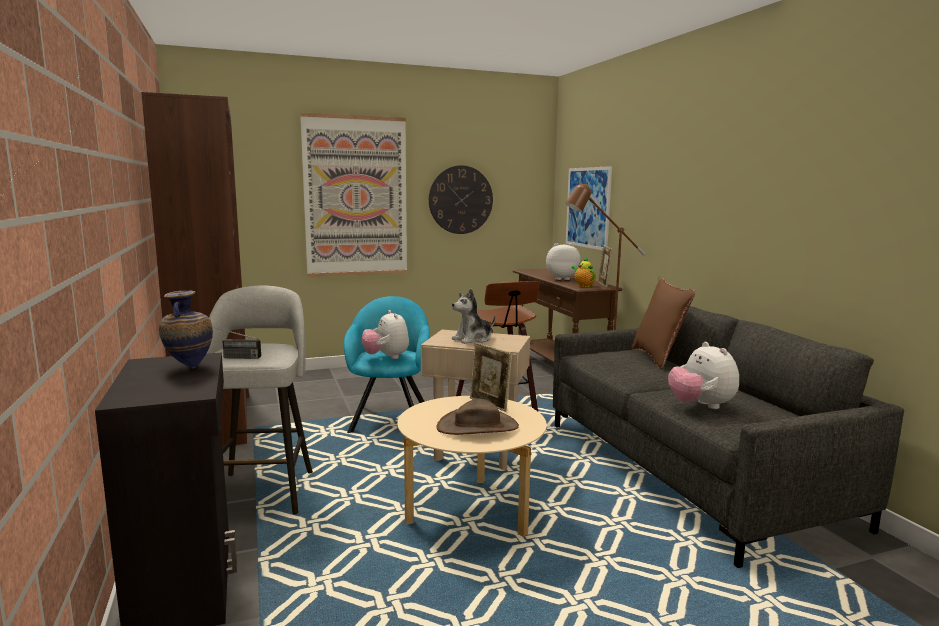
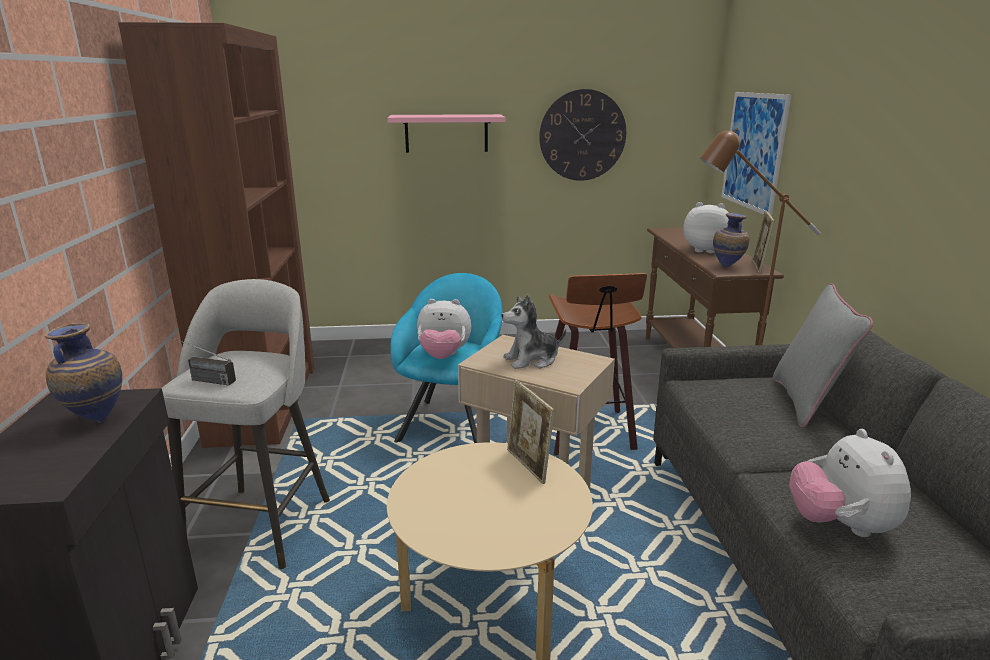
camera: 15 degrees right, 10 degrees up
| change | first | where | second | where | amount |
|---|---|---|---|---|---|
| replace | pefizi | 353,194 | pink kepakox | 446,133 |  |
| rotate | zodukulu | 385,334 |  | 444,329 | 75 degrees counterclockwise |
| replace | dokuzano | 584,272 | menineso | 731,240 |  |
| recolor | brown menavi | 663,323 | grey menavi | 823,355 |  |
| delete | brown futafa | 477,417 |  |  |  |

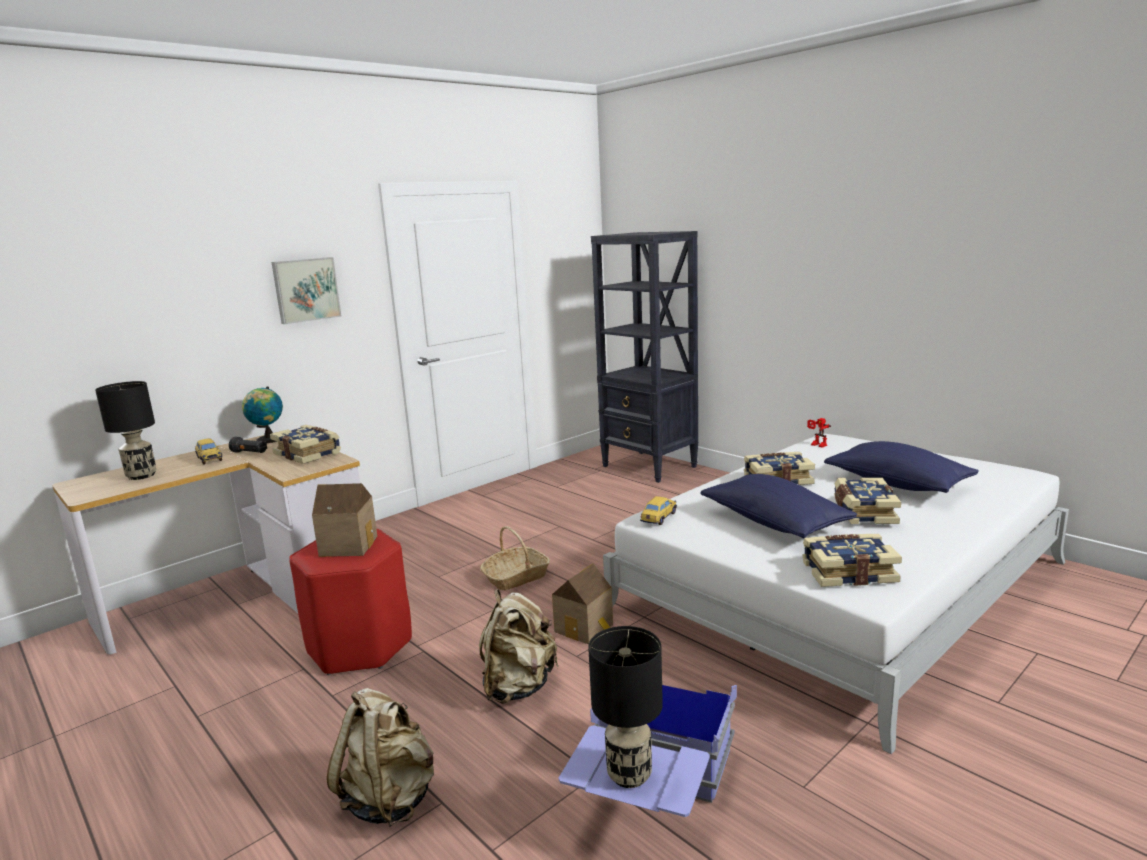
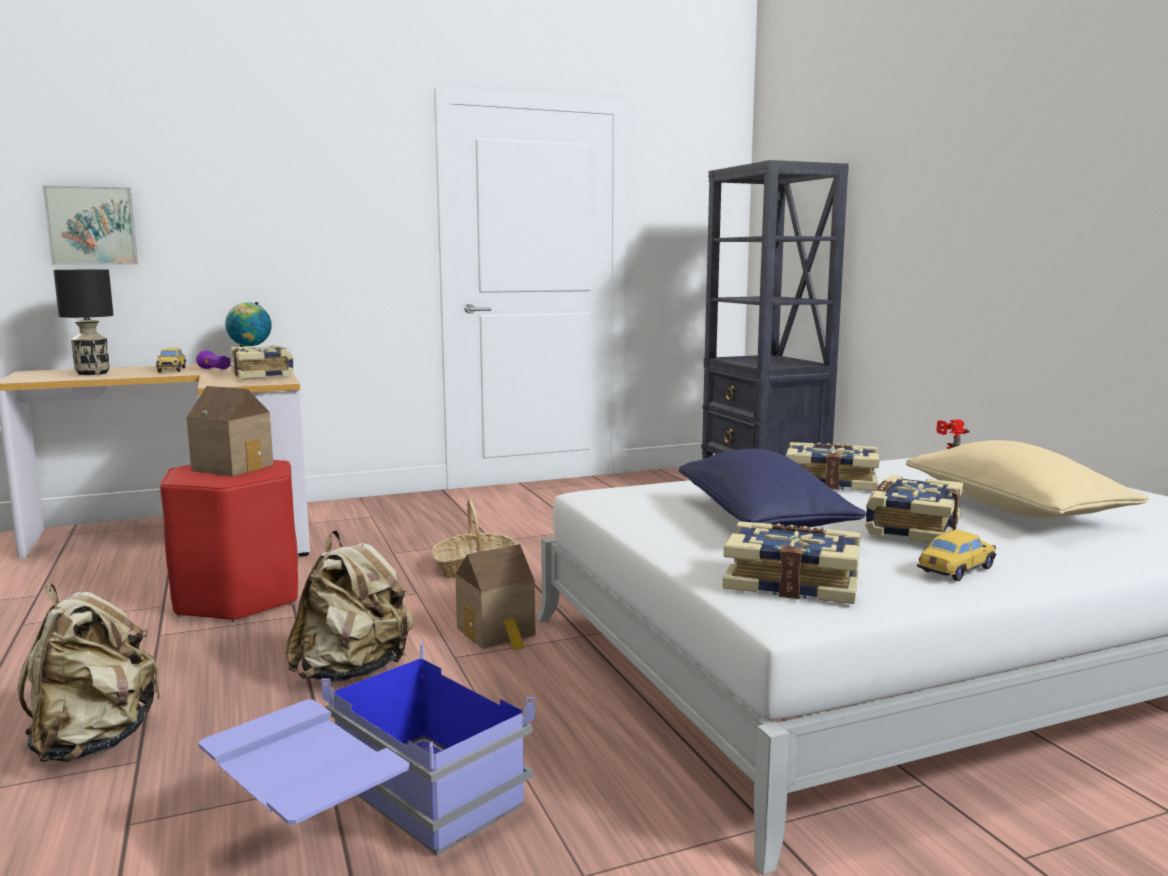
camera: 20 degrees right, 5 degrees down
| change | first | where | second | where | amount |
|---|---|---|---|---|---|
| move | pefizi | 307,290 |  | 90,225 |  |
| recolor | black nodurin | 248,445 | purple nodurin | 213,360 |  |
| recolor | blue menavi | 901,467 | beige menavi | 1027,479 |  |
| move | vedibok | 658,510 |  | 956,555 |  |
| delete | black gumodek | 625,707 |  |  |  |

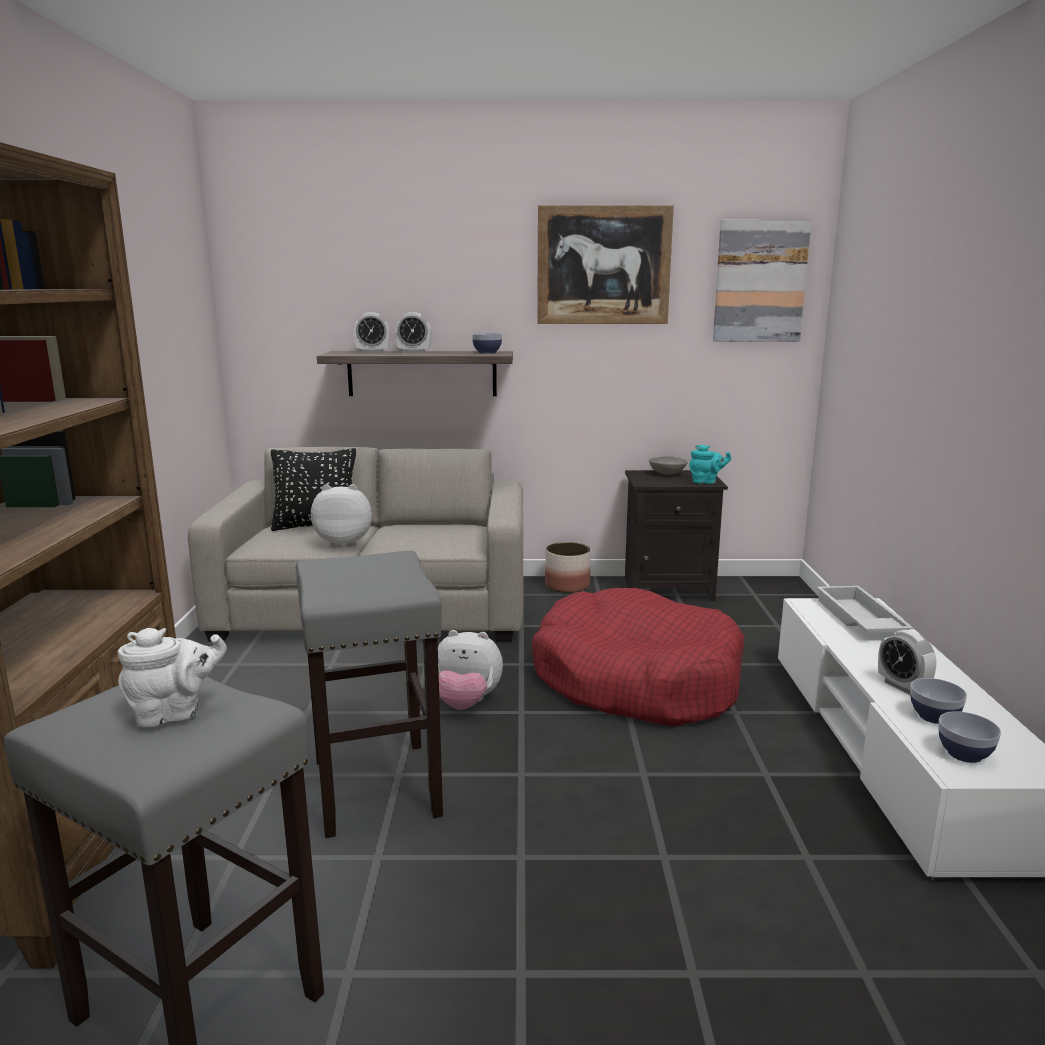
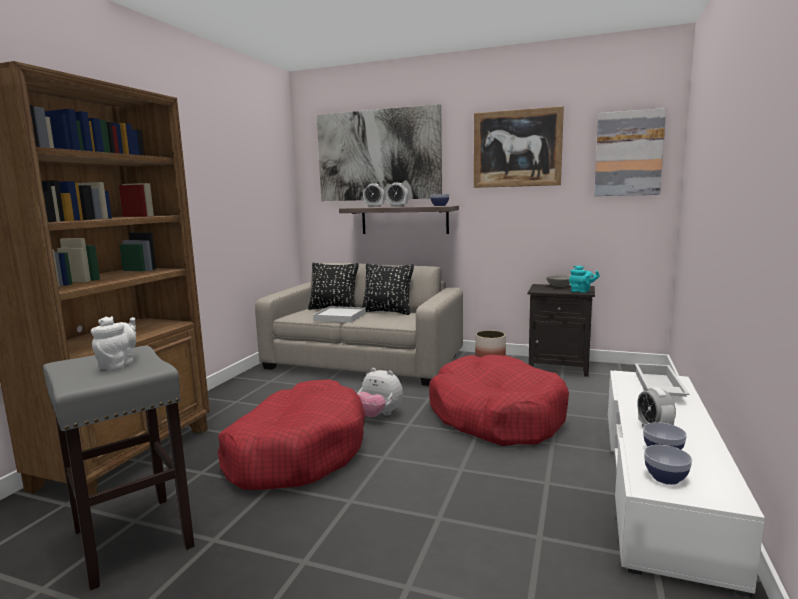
camera: 20 degrees right, 5 degrees down
| change | first | where | second | where | amount |
|---|---|---|---|---|---|
| rotate | white dokuzano | 172,677 |  | 113,343 | 75 degrees counterclockwise |
| replace | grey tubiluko | 369,694 | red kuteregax | 291,434 |  |
| replace | zodukulu | 341,515 | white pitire | 339,314 |  |
| insert |  |  | pefizi | 379,152 |  |
| insert |  |  | black menavi | 388,289 |  |

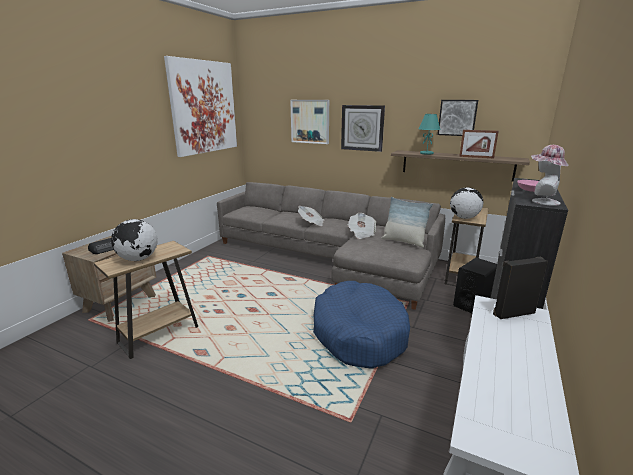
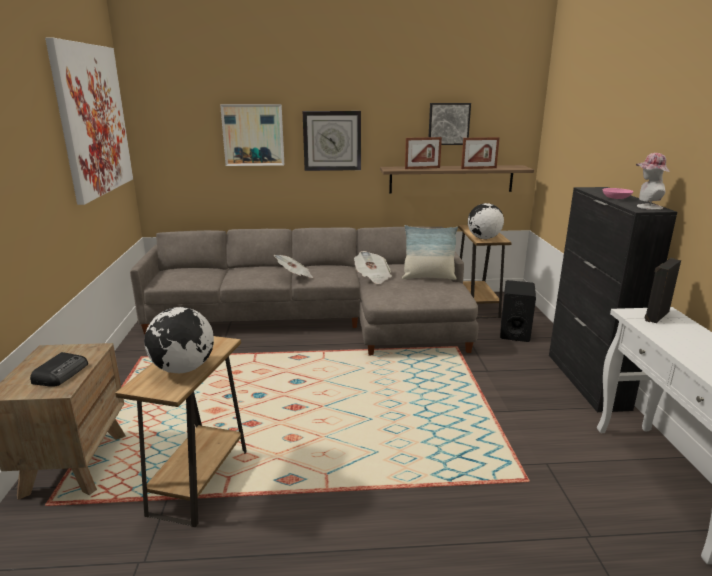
camera: 30 degrees left, 0 degrees up
| change | first | where | second | where | amount |
|---|---|---|---|---|---|
| replace | turquoise gumodek | 430,134 | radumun | 423,153 |  |
| delete | blue kuteregax | 361,325 |  |  |  |

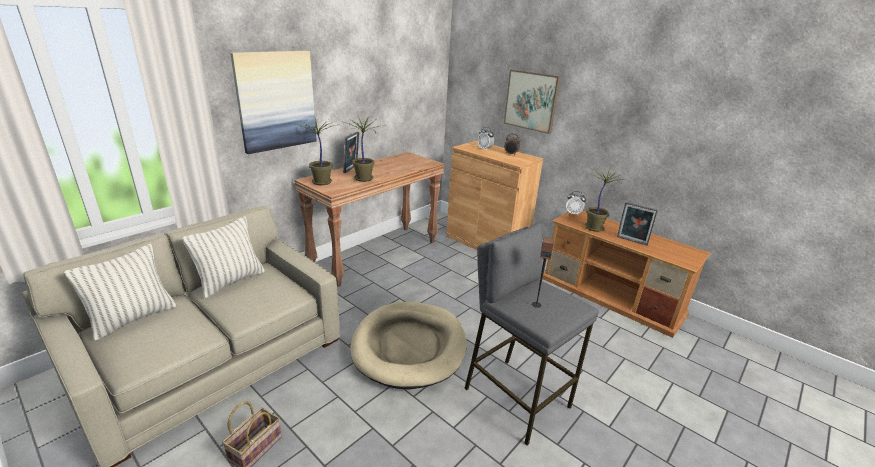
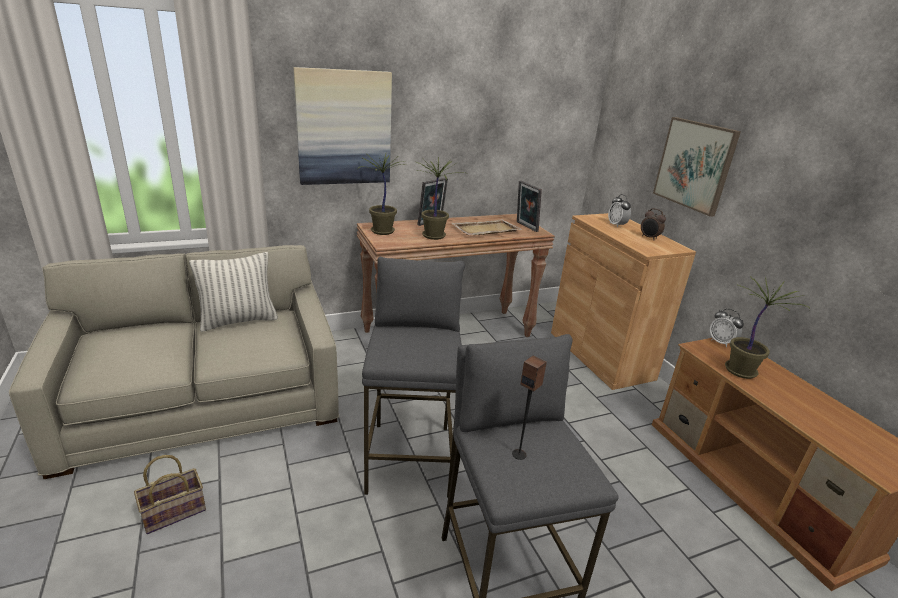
camera: 25 degrees right, 0 degrees up
| change | first | where | second | where | amount |
|---|---|---|---|---|---|
| replace | beige kuteregax | 408,346 | grey tubiluko | 413,377 |  |
| insert |  |  | beige pitire | 487,227 |  |
| move | radumun | 637,224 |  | 529,206 |  |
| delete | menavi | 119,292 |  |  |  |

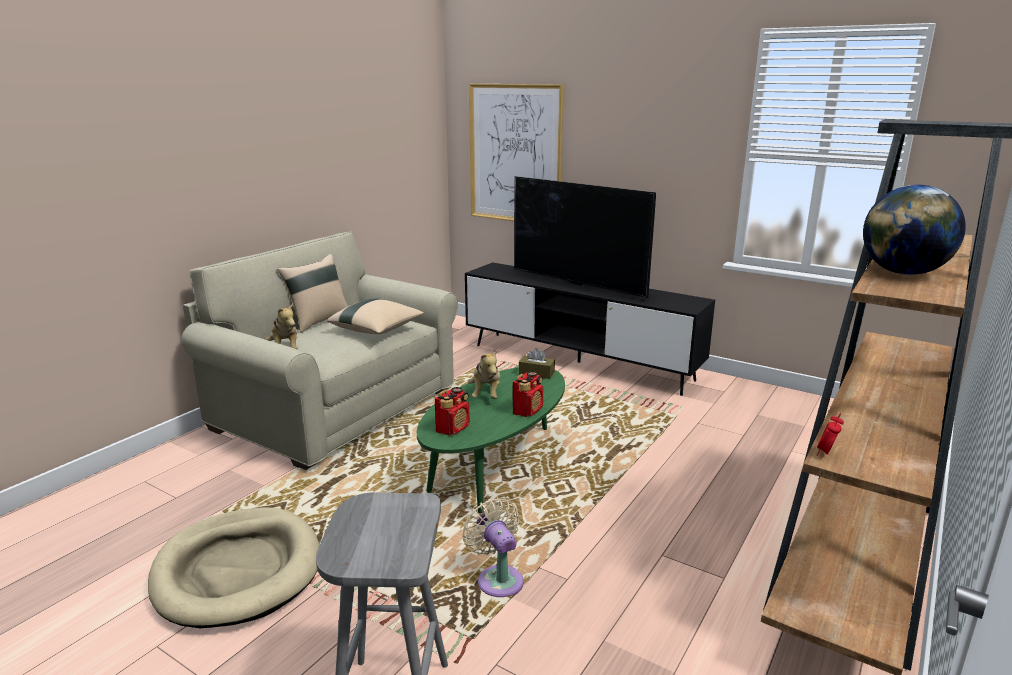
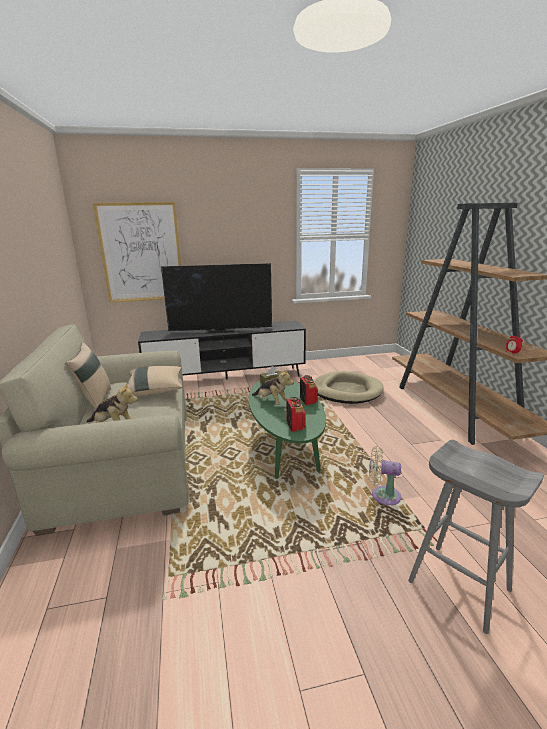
camera: 45 degrees left, 0 degrees up
| change | first | where | second | where | amount |
|---|---|---|---|---|---|
| move | beige kuteregax | 233,567 |  | 348,387 |  |
| delete | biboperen | 914,230 |  |  |  |

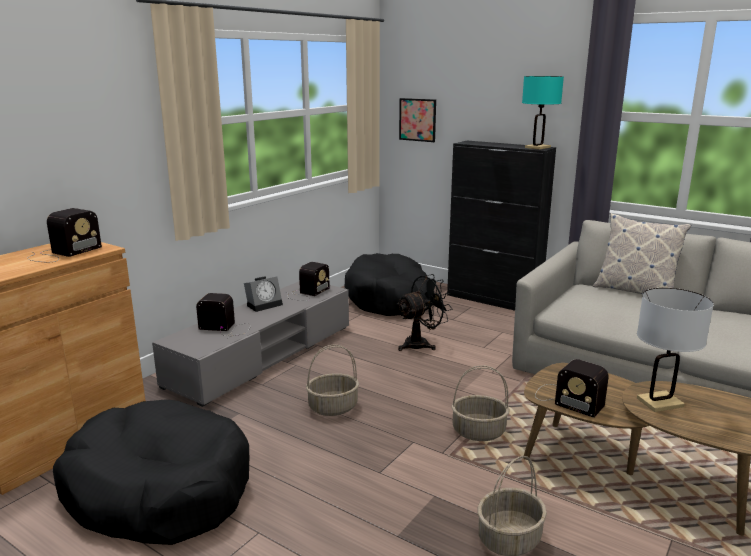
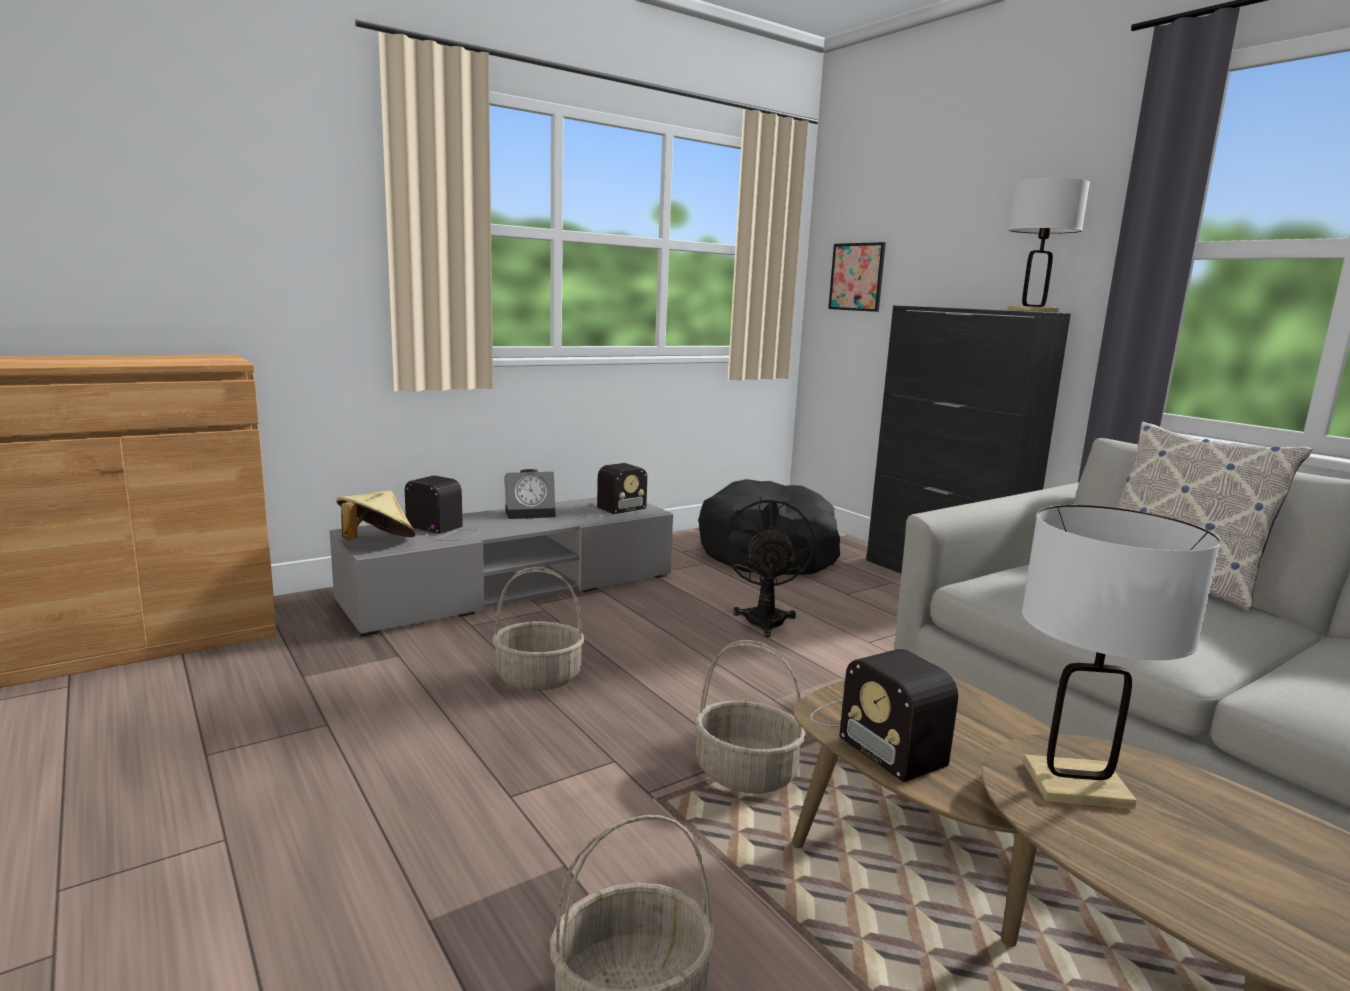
camera: 20 degrees right, 5 degrees down
| change | first | where | second | where | amount |
|---|---|---|---|---|---|
| insert |  |  | beige futafa | 376,515 |  |
| rotate | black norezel | 424,312 |  | 769,567 | 75 degrees counterclockwise |
| recolor | turquoise gumodek | 543,113 | white gumodek | 1049,245 |  |
| delete | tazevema | 64,235 |  |  |  |
| delete | black kuteregax | 151,472 |  |  |  |

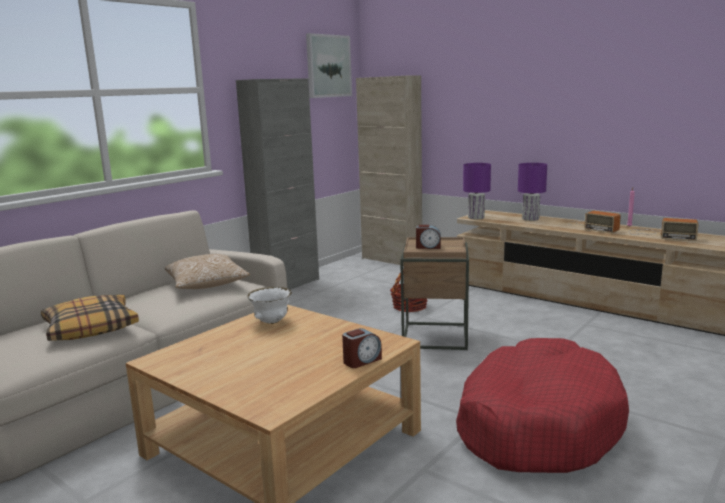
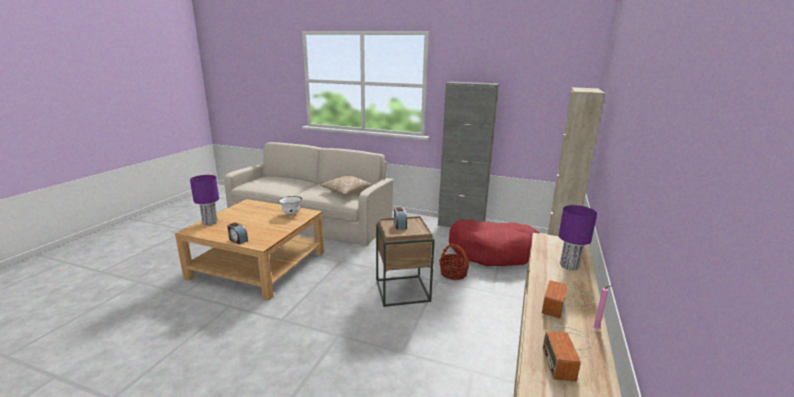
camera: 70 degrees right, 5 degrees up
| change | first | where | second | where | amount |
|---|---|---|---|---|---|
| move | purple gumodek | 477,191 |  | 204,200 |  |
| move | red kuteregax | 542,405 |  | 494,242 |  |
| delete | menavi | 90,318 |  |  |  |
| delete | pefizi | 329,65 |  |  |  |

